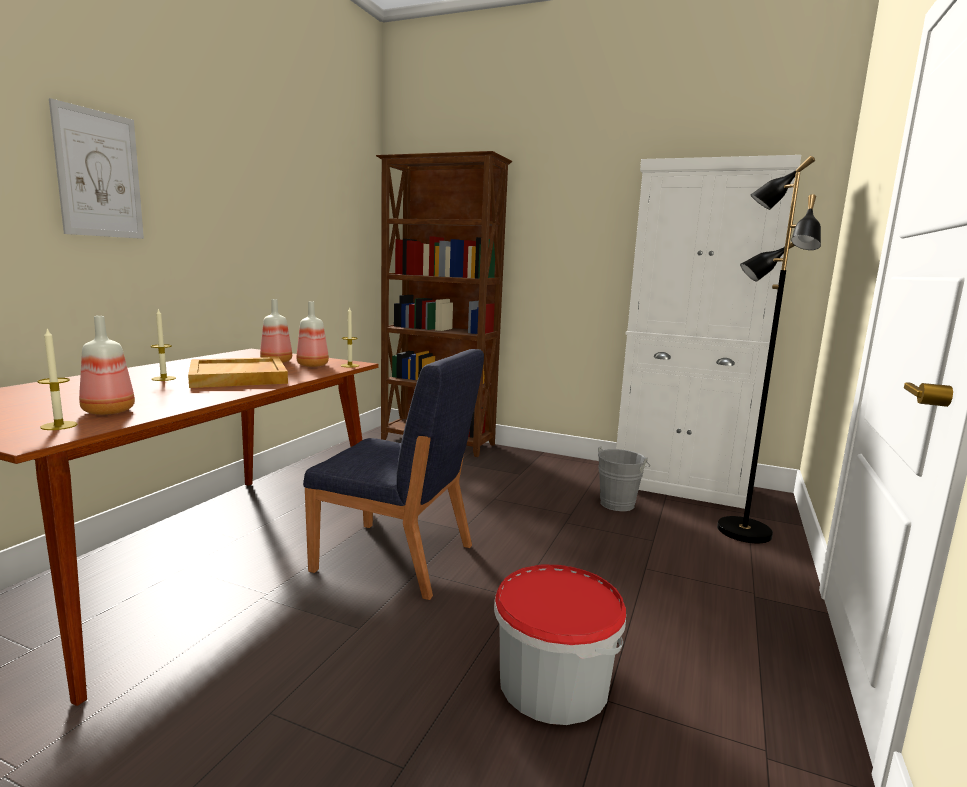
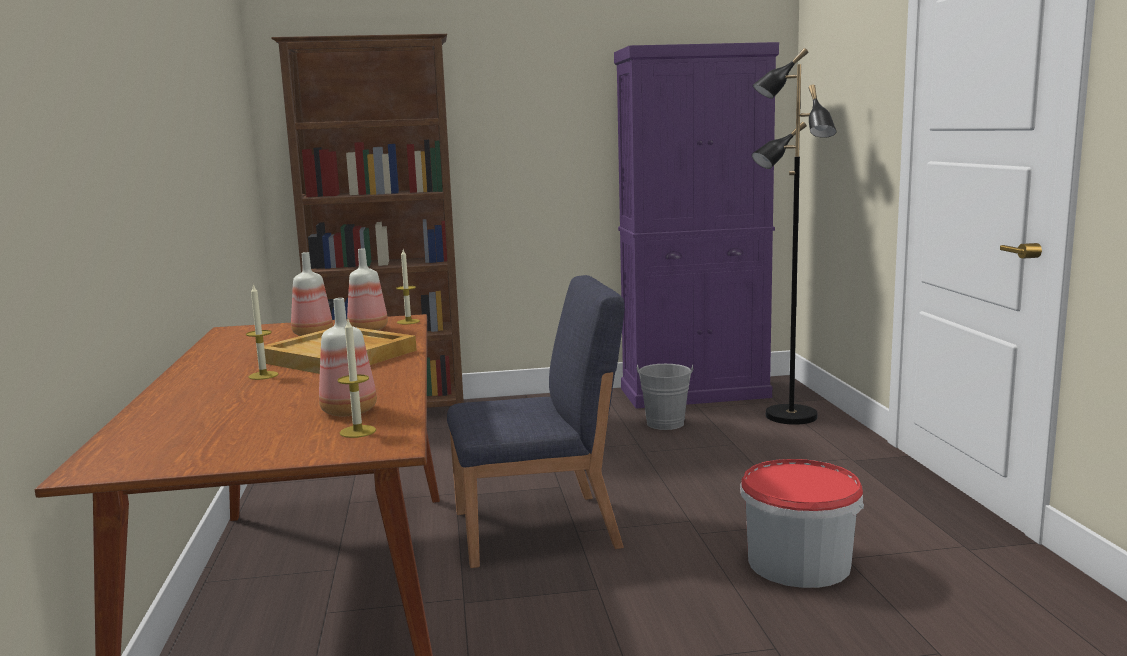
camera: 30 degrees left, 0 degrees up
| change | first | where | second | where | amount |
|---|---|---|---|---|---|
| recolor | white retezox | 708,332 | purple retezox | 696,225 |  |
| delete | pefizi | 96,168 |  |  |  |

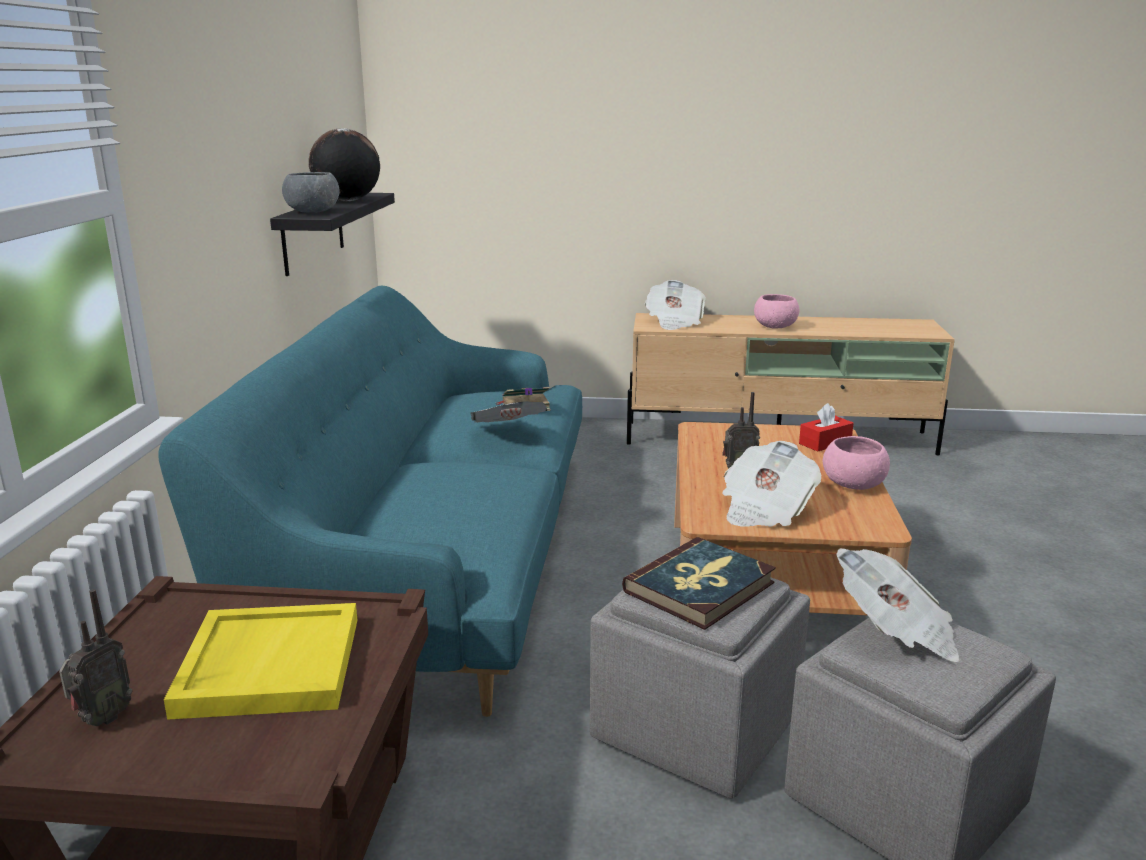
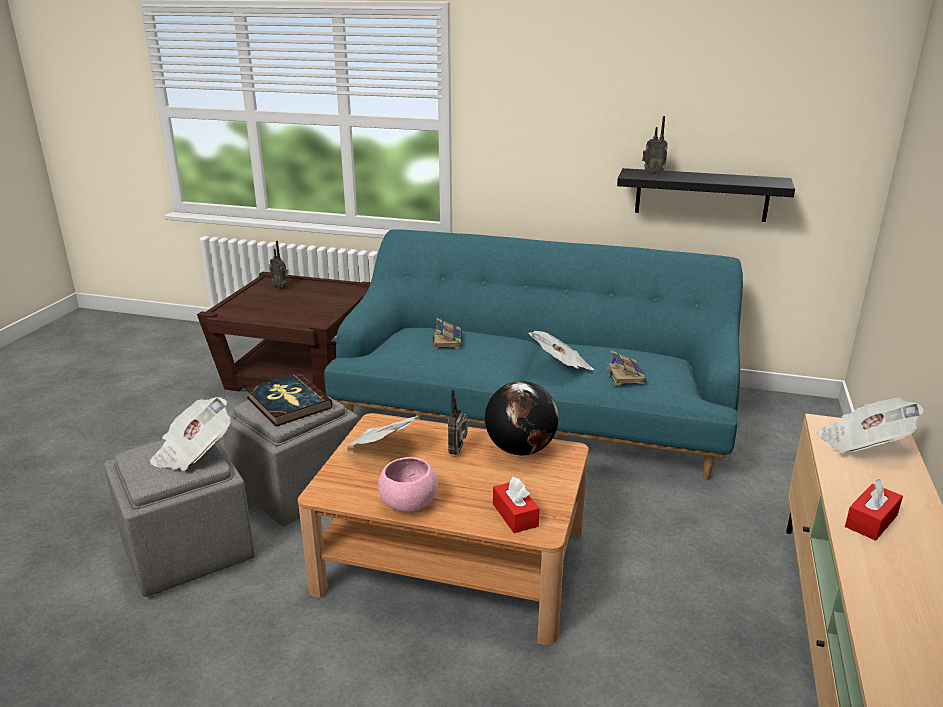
camera: 100 degrees right, 5 degrees up
| change | first | where | second | where | amount |
|---|---|---|---|---|---|
| insert |  |  | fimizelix | 447,333 |  |
| move | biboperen | 344,164 |  | 522,418 |  |
| replace | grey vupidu | 311,192 | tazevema | 655,145 |  |
| replace | pink vupidu | 776,311 | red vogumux | 874,510 |  |
| delete | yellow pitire | 260,661 |  |  |  |

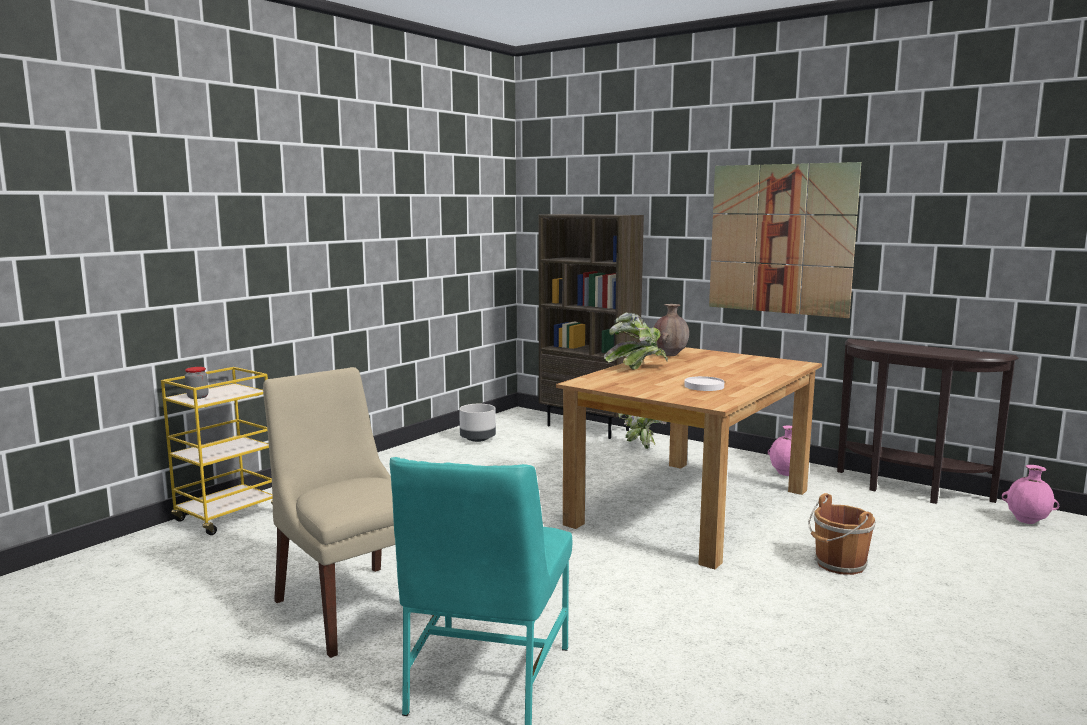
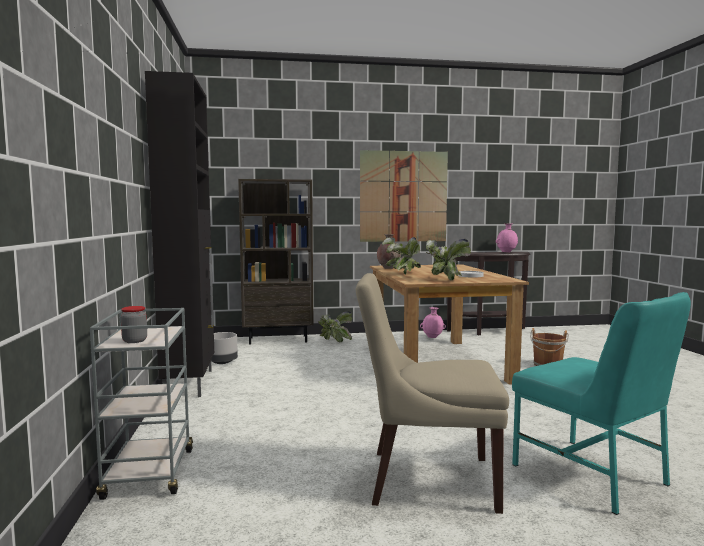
camera: 45 degrees left, 5 degrees down
| change | first | where | second | where | amount |
|---|---|---|---|---|---|
| recolor | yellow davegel | 217,451 | grey davegel | 141,404 |  |
| insert |  |  | black retezox | 179,234 |  |
| insert |  |  | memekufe | 448,259 |  |
| move | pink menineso | 1030,494 |  | 507,237 |  |

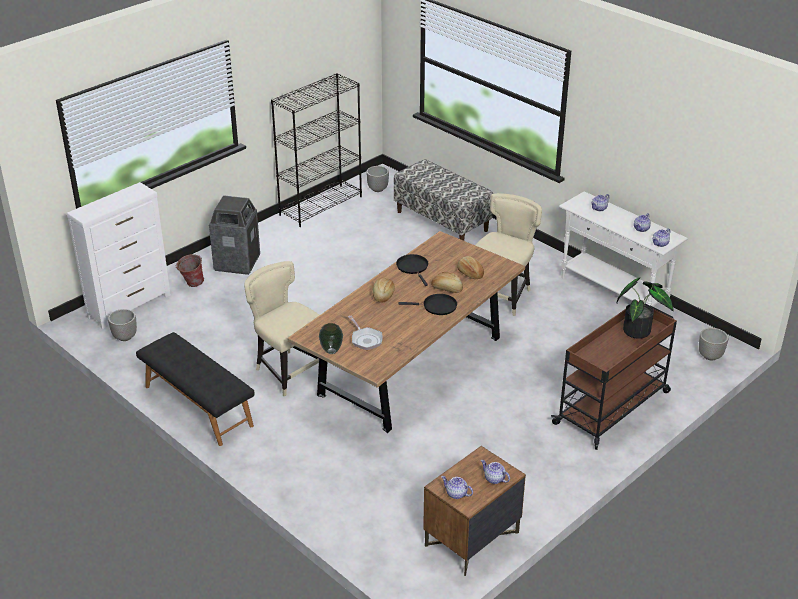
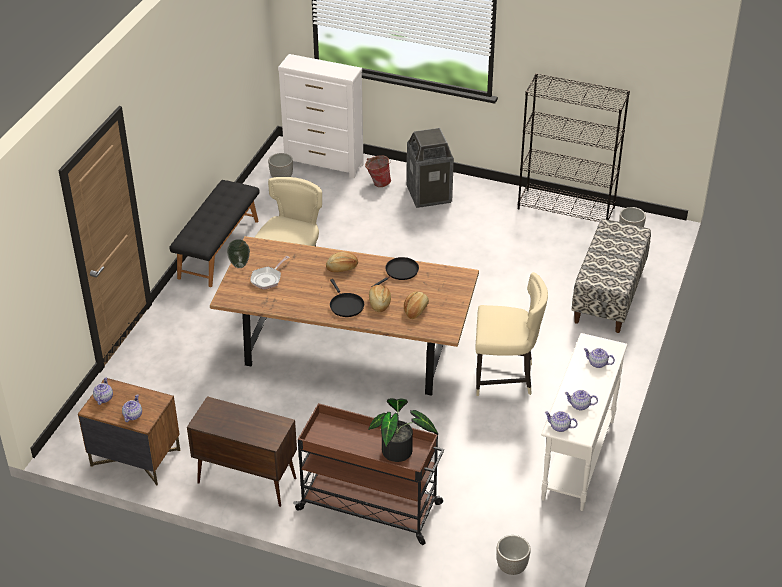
camera: 65 degrees right, 5 degrees up
| change | first | where | second | where | amount |
|---|---|---|---|---|---|
| insert |  |  | brown retezox | 242,451 |  |

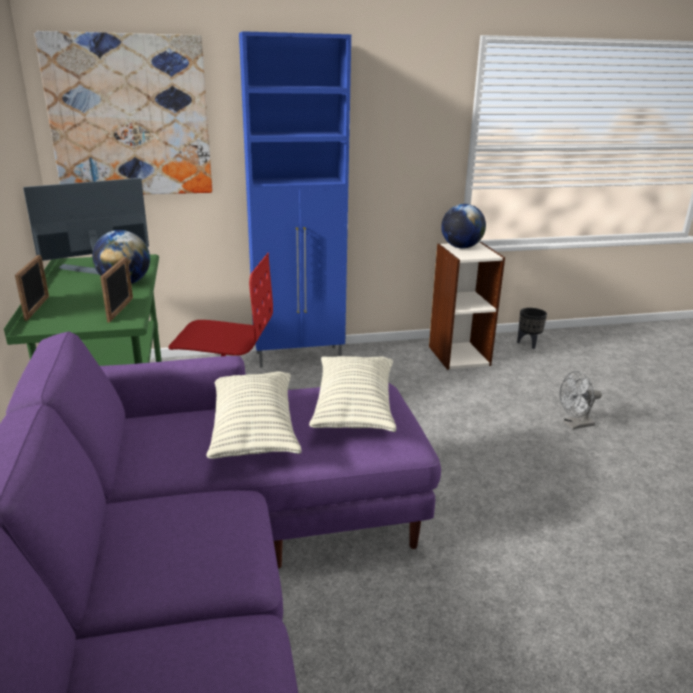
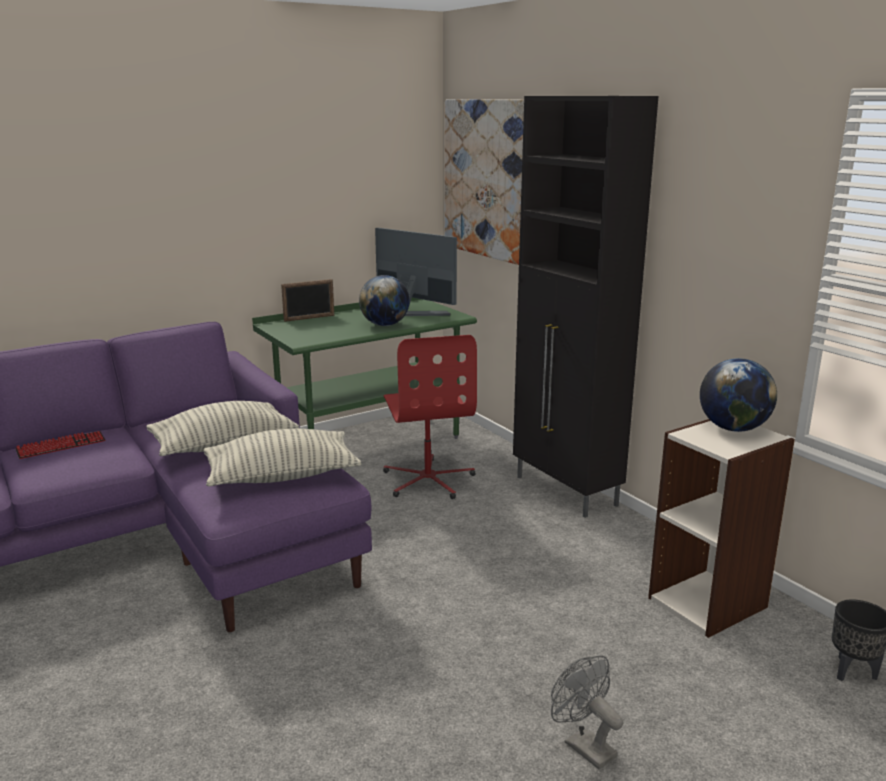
camera: 70 degrees right, 5 degrees down
| change | first | where | second | where | amount |
|---|---|---|---|---|---|
| insert |  |  | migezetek | 60,445 |  |
| recolor | blue retezox | 295,199 | black retezox | 586,307 |  |
| delete | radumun | 116,289 |  |  |  |

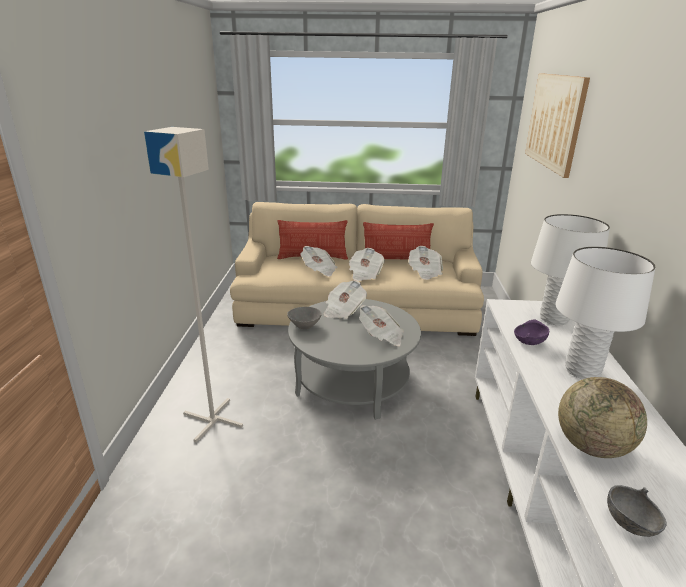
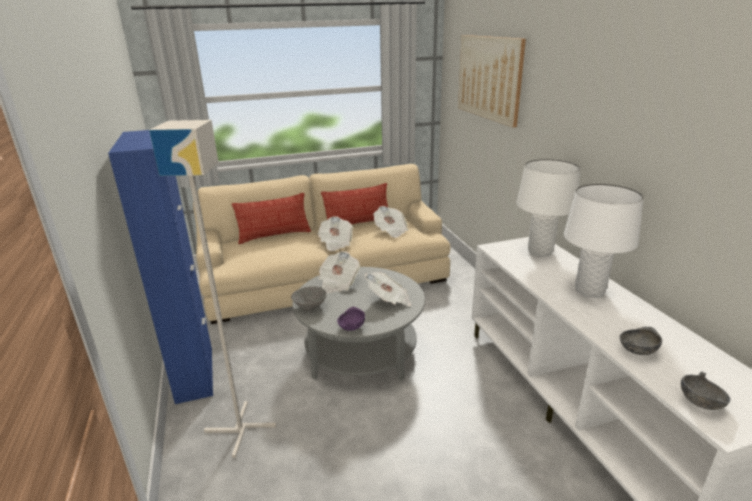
camera: 20 degrees left, 0 degrees up
| change | first | where | second | where | amount |
|---|---|---|---|---|---|
| insert |  |  | blue retezox | 160,267 |  |
| move | purple vupidu | 531,332 |  | 351,319 |  |
| replace | biboperen | 602,417 | grey vupidu | 641,341 |  |
| delete | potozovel | 318,261 |  |  |  |

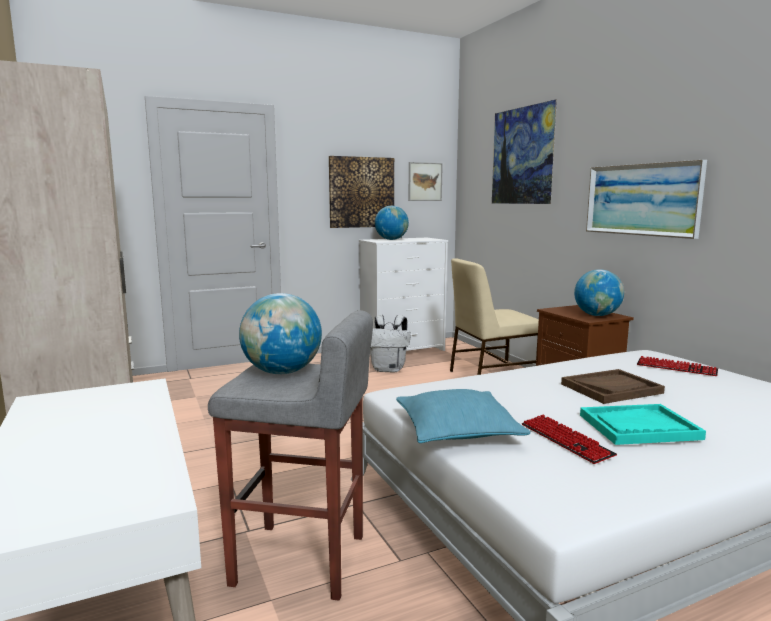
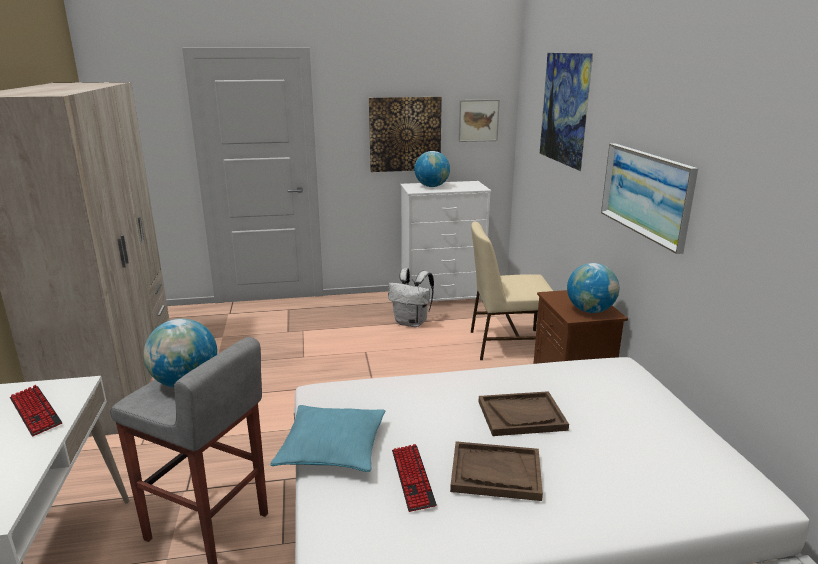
camera: 15 degrees right, 10 degrees up
| change | first | where | second | where | amount |
|---|---|---|---|---|---|
| move | migezetek | 677,366 |  | 36,410 |  |
| recolor | turquoise pitire | 643,424 | brown pitire | 496,471 |  |

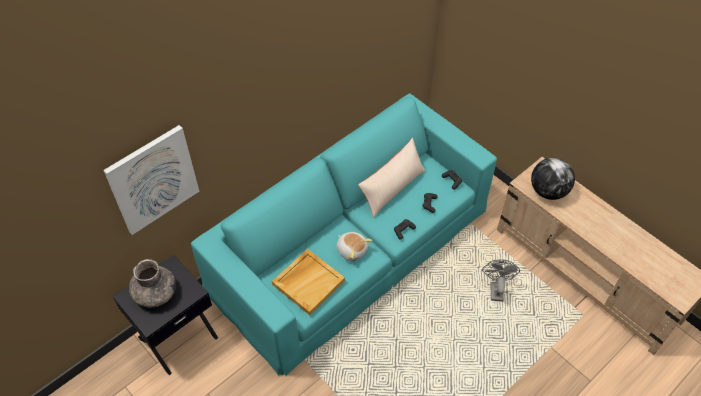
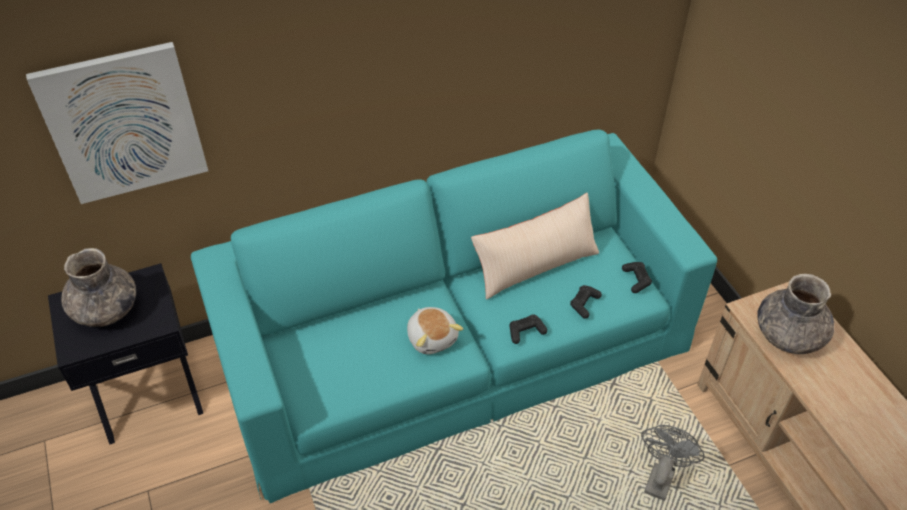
camera: 20 degrees right, 5 degrees down
| change | first | where | second | where | amount |
|---|---|---|---|---|---|
| replace | biboperen | 553,179 | grey menineso | 795,314 |  |
| delete | beige pitire | 308,282 |  |  |  |

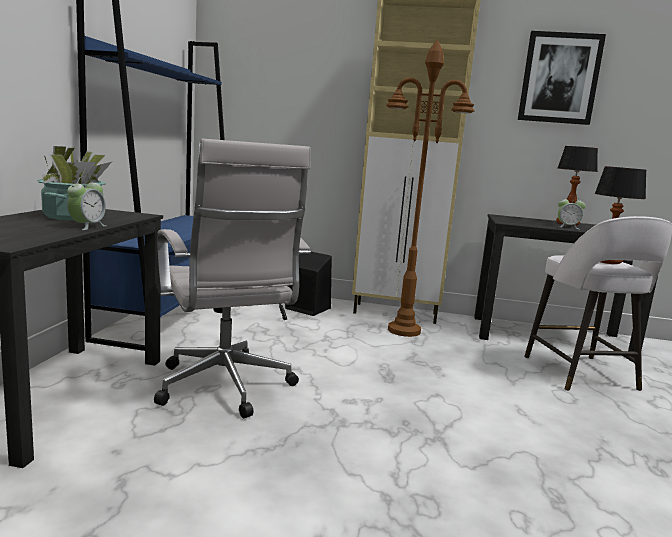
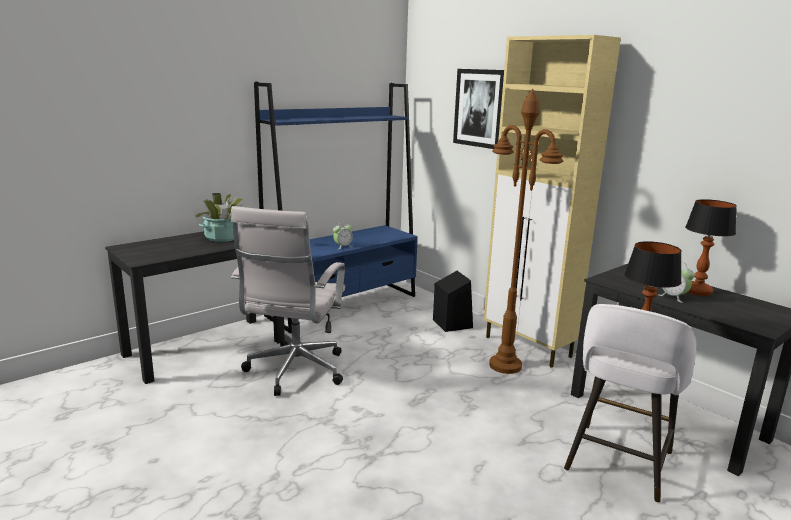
camera: 40 degrees right, 5 degrees up
| change | first | where | second | where | amount |
|---|---|---|---|---|---|
| move | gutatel | 86,203 |  | 343,235 |  |
| move | pefizi | 562,78 |  | 478,109 |  |

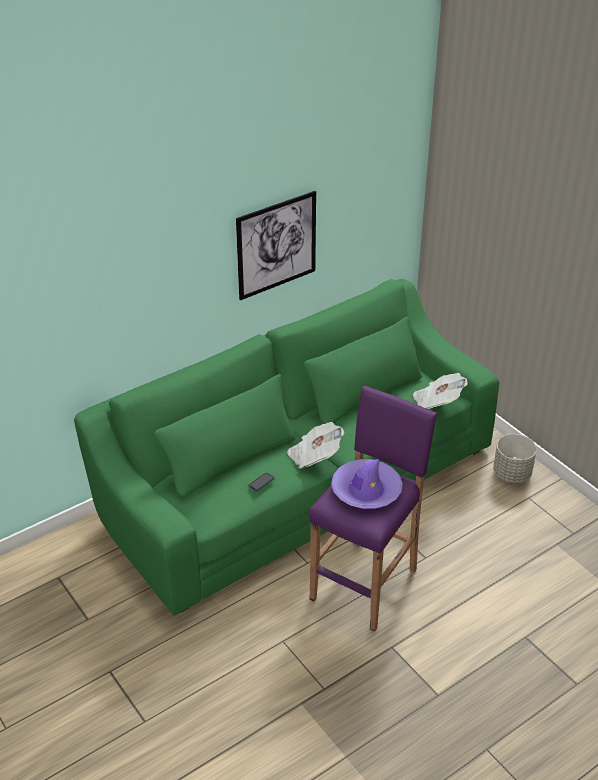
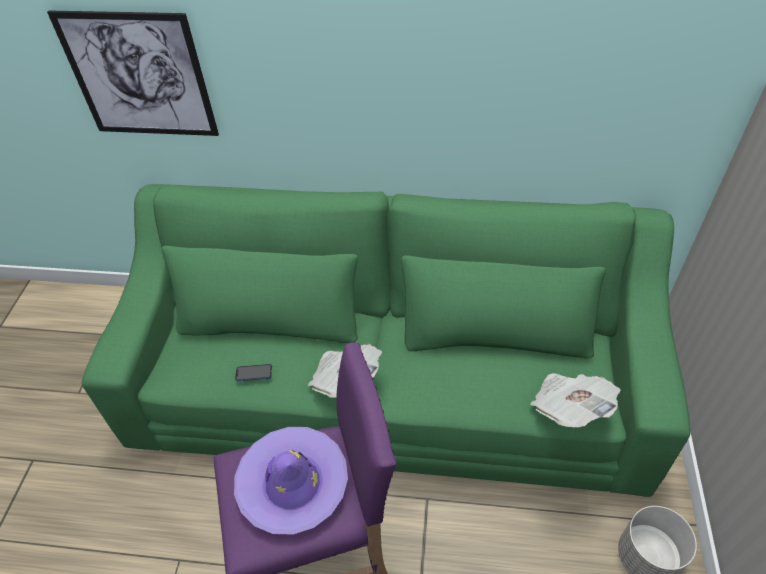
camera: 45 degrees right, 10 degrees up
| change | first | where | second | where | amount |
|---|---|---|---|---|---|
| move | pefizi | 276,245 |  | 133,73 |  |

